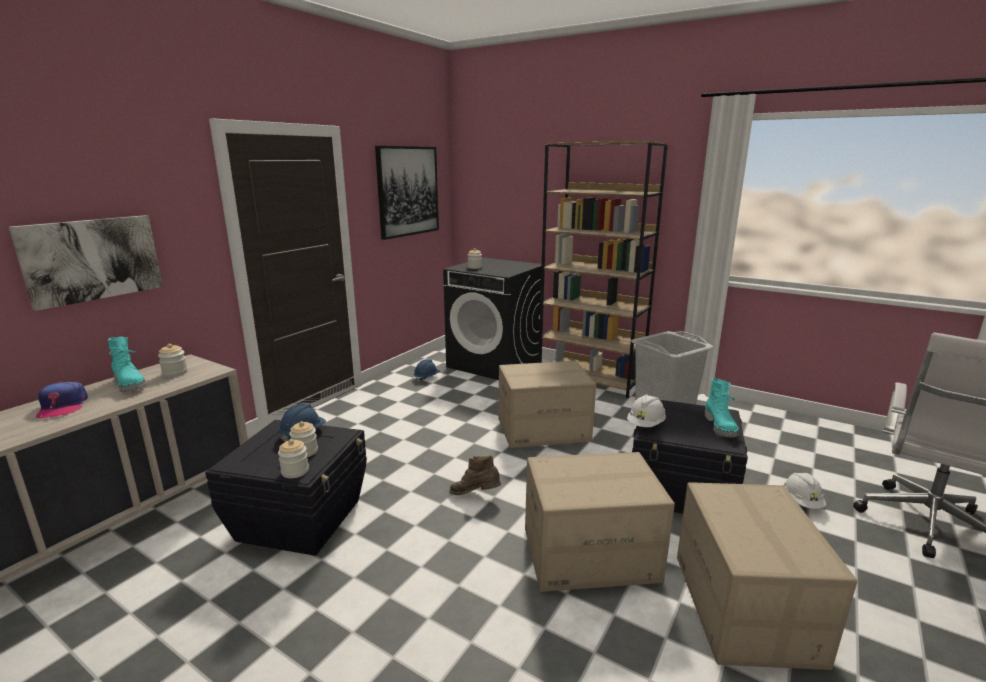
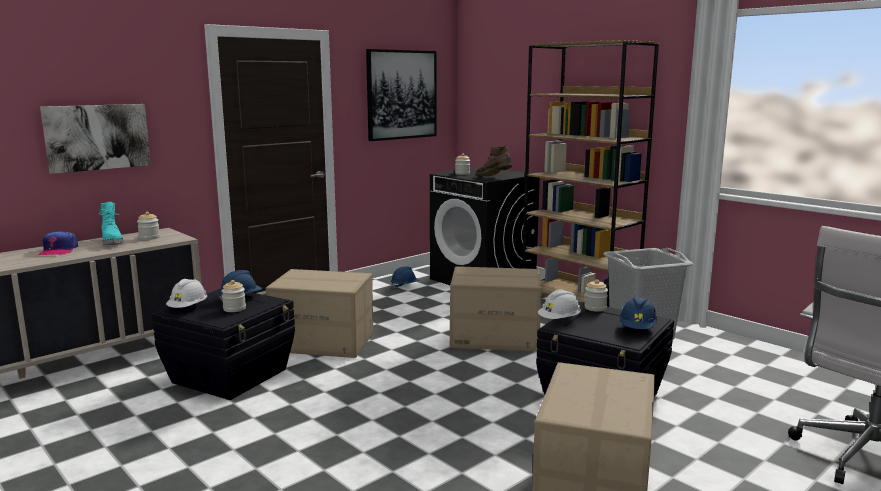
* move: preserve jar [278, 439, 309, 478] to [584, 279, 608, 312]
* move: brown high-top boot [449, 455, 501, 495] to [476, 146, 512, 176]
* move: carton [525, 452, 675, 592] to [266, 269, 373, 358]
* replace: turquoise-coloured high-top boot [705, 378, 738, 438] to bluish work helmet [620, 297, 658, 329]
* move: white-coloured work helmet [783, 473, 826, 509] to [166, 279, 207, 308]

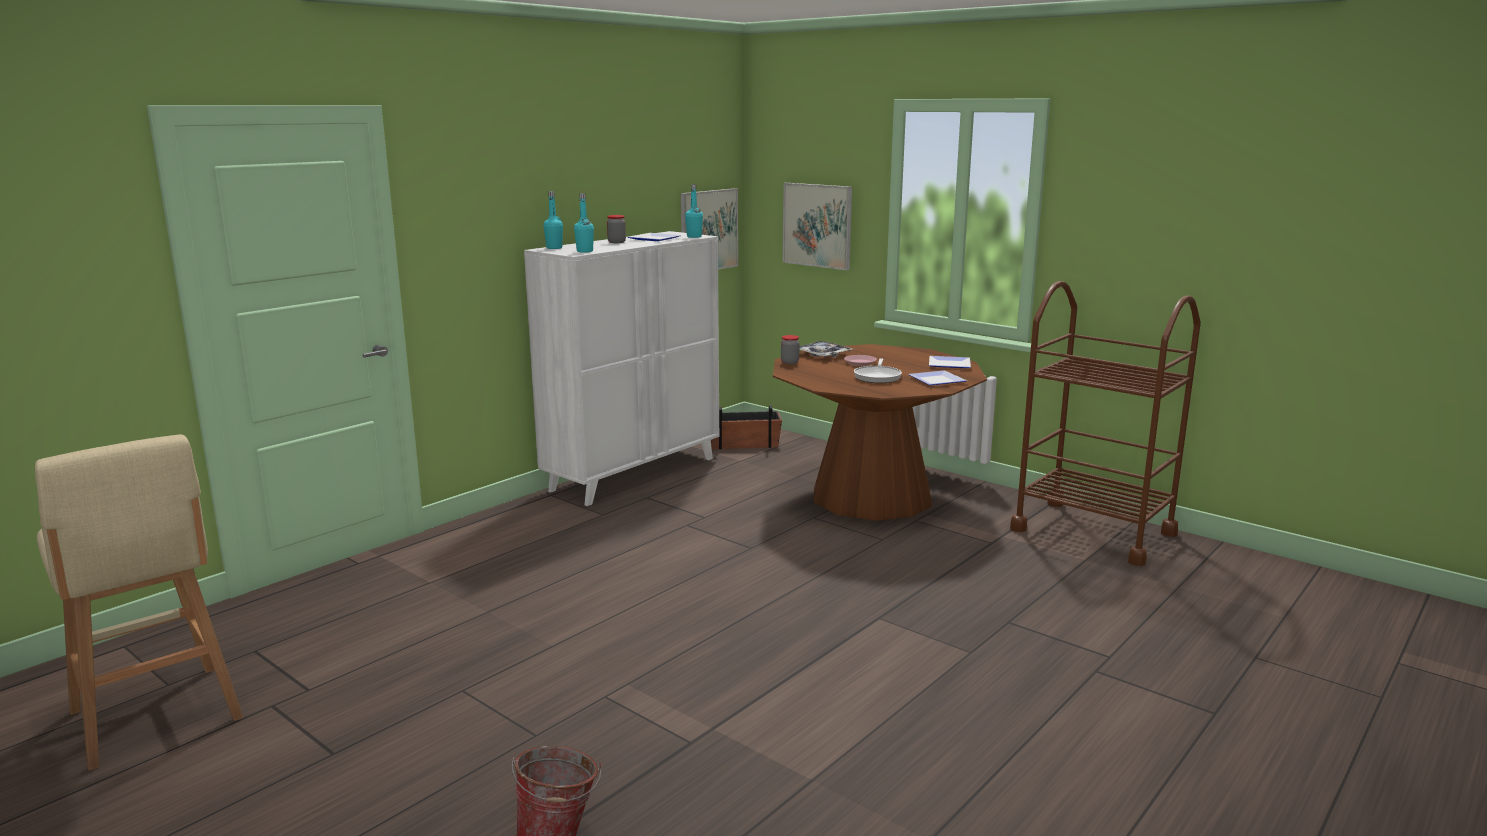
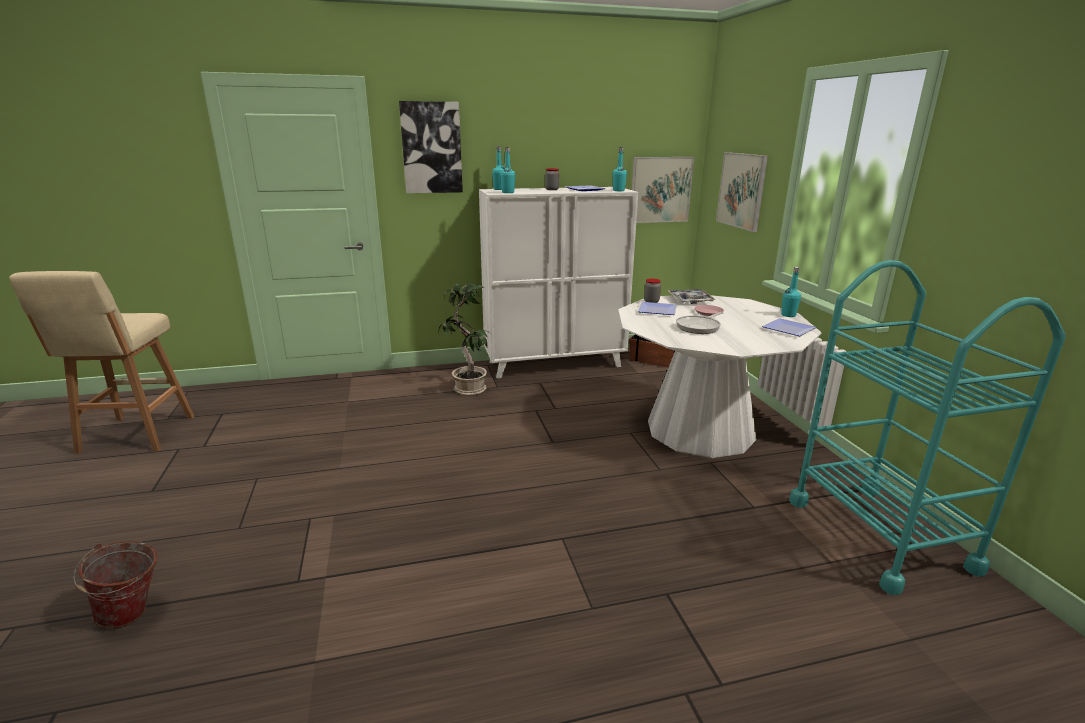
* recolor: brown kitchen table [773, 344, 987, 521] to white-coloured kitchen table [618, 295, 822, 458]
* move: flat dish [908, 370, 967, 385] to [638, 302, 677, 315]
* recolor: brown wheeled cart [1010, 281, 1201, 566] to turquoise-coloured wheeled cart [789, 260, 1066, 595]
* insert: wall picture [399, 101, 463, 193]
* insert: plant in a pot [438, 284, 493, 395]
* insert: turquoise-coloured bottle [781, 267, 801, 317]

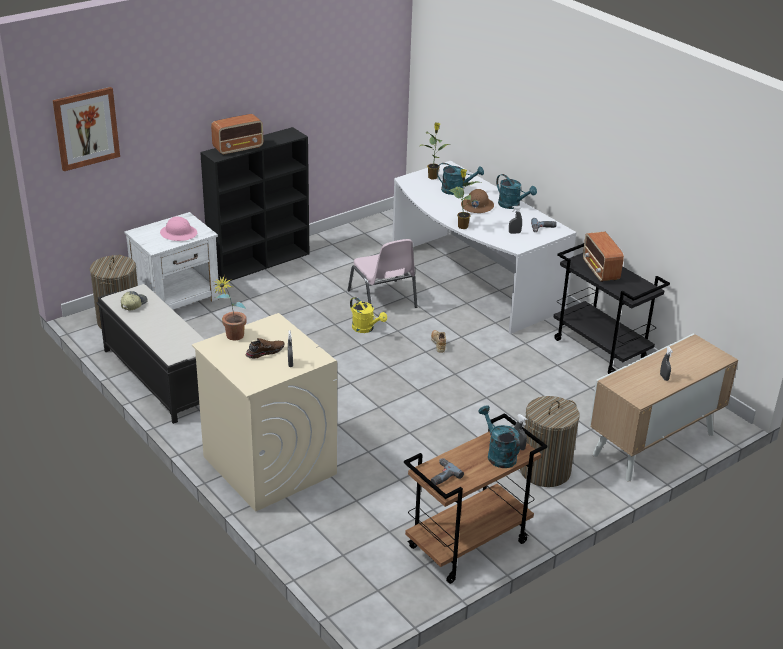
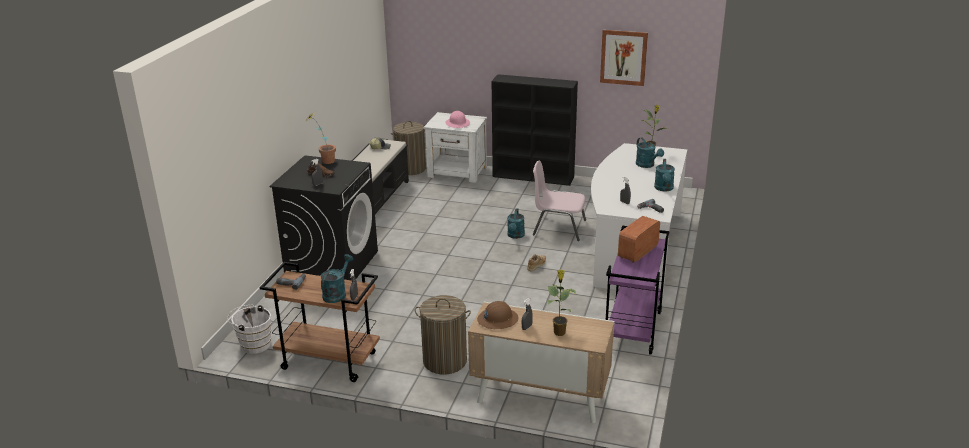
* move: wall picture [53, 87, 120, 171] to [600, 30, 648, 86]
* recolor: beige washing machine [192, 313, 337, 512] to black-coloured washing machine [270, 155, 378, 280]
* delete: radio set [211, 114, 263, 155]
* rotate: pinkish plain chair [348, 239, 418, 308] = [533, 160, 586, 241] 75 degrees clockwise
* recolor: yellow-coloured watering pot [350, 297, 387, 333] to turquoise-coloured watering pot [507, 209, 525, 239]
* move: plant in a pot [448, 169, 481, 229] to [547, 270, 576, 336]
* move: brown work helmet [461, 189, 494, 213] to [477, 301, 519, 329]
* recolor: black-coloured wheeled cart [553, 243, 670, 374] to purple wheeled cart [606, 226, 669, 355]
* insert: white-coloured pail [227, 305, 272, 354]

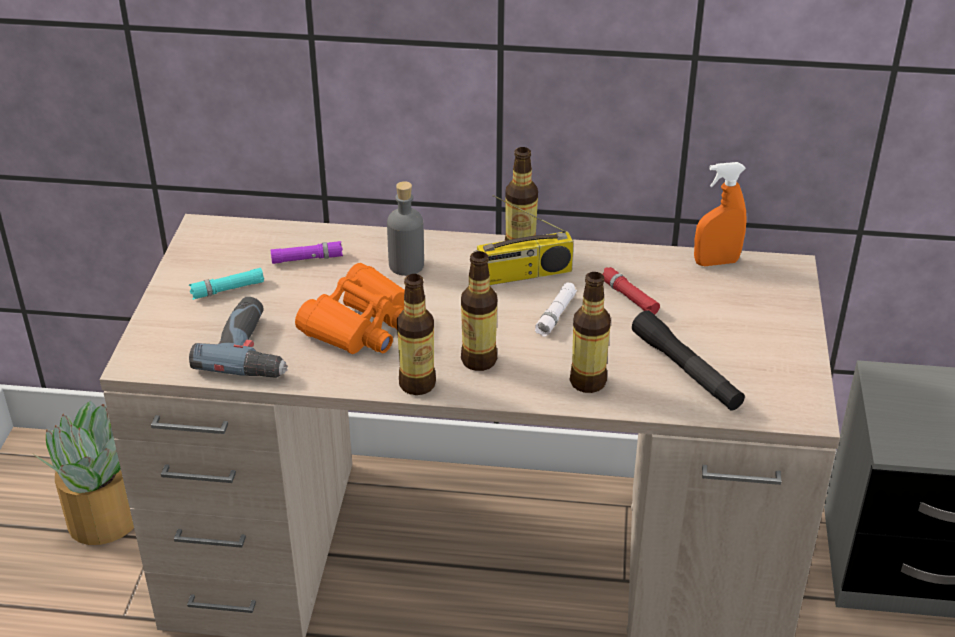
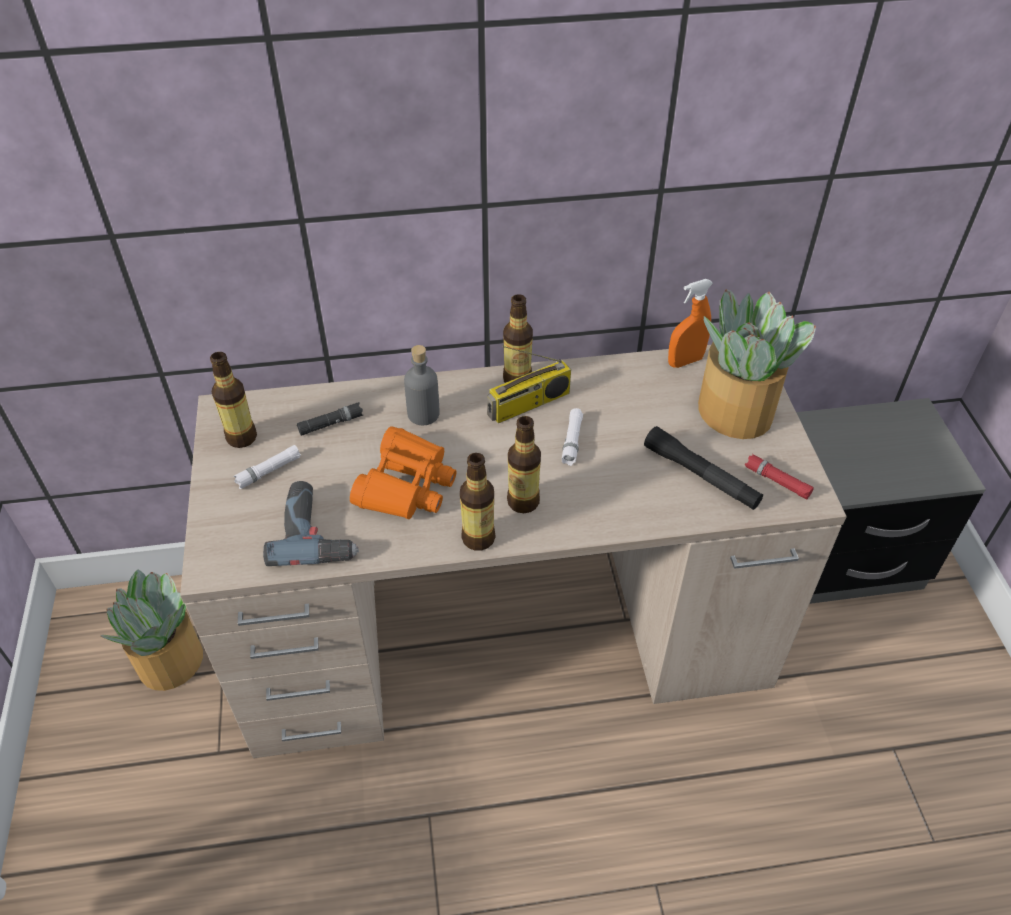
* recolor: turquoise-coloured torch [189, 268, 264, 300] to white-coloured torch [233, 445, 301, 489]
* recolor: purple torch [271, 241, 343, 264] to black-coloured torch [297, 402, 363, 436]
* move: bottle [570, 272, 611, 393] to [210, 352, 257, 448]
* move: red-coloured torch [603, 267, 660, 315] to [745, 454, 814, 499]
* insert: plant in a pot [698, 289, 816, 439]

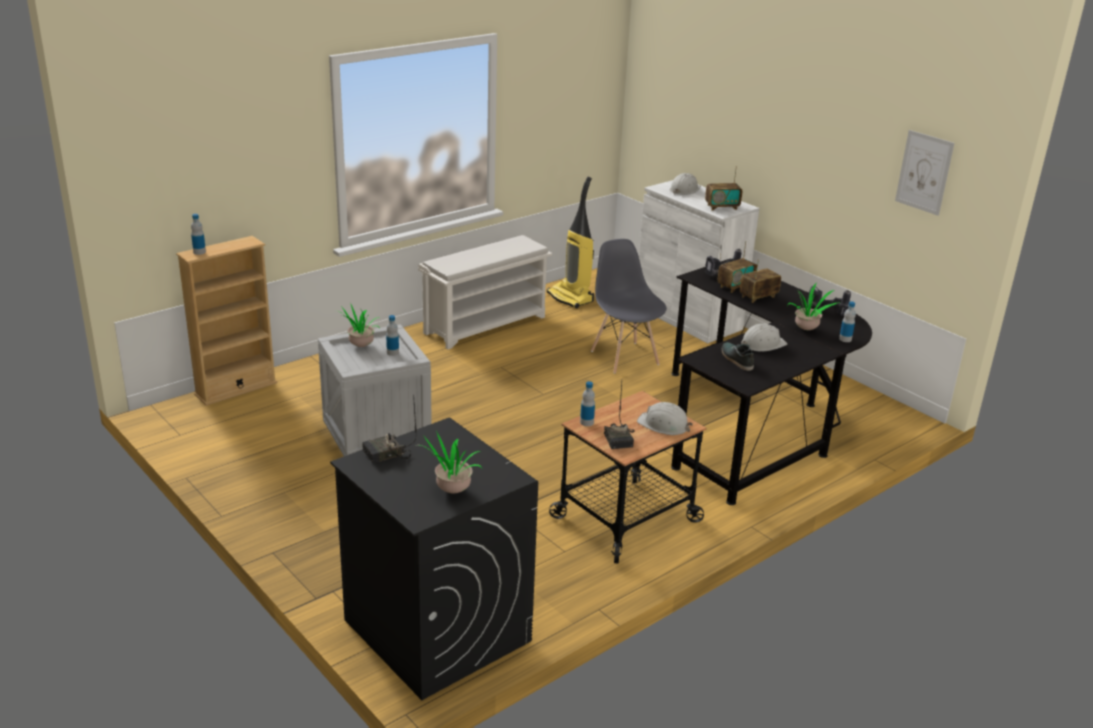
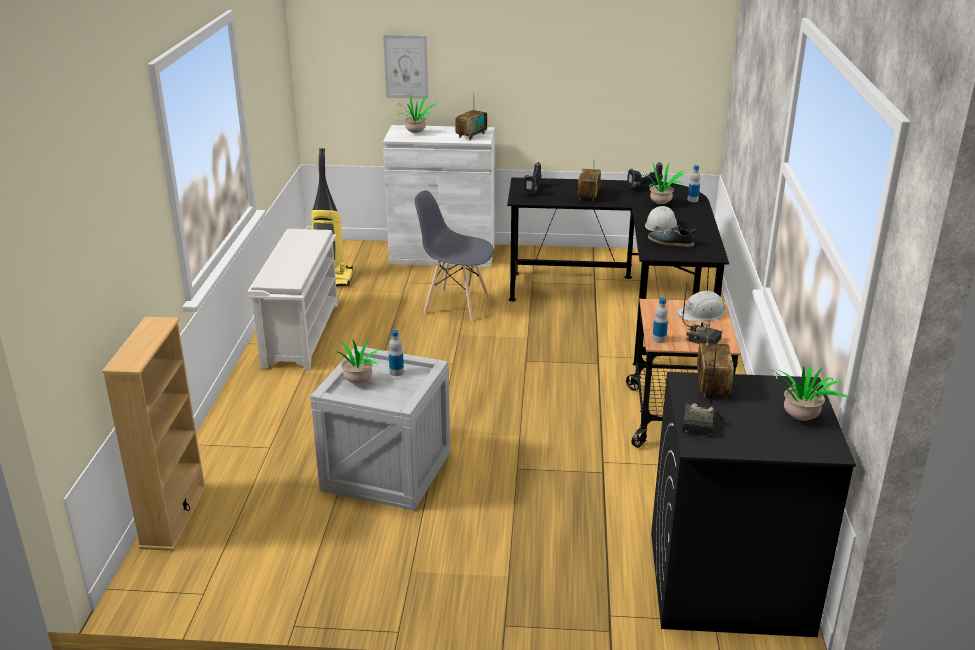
* delete: bottle [191, 214, 206, 255]
* replace: white-coloured work helmet [670, 173, 701, 195] to plant in a pot [398, 95, 438, 133]
* move: radio set [718, 241, 757, 293] to [697, 318, 734, 399]
* move: wall picture [895, 130, 954, 216] to [383, 35, 428, 99]

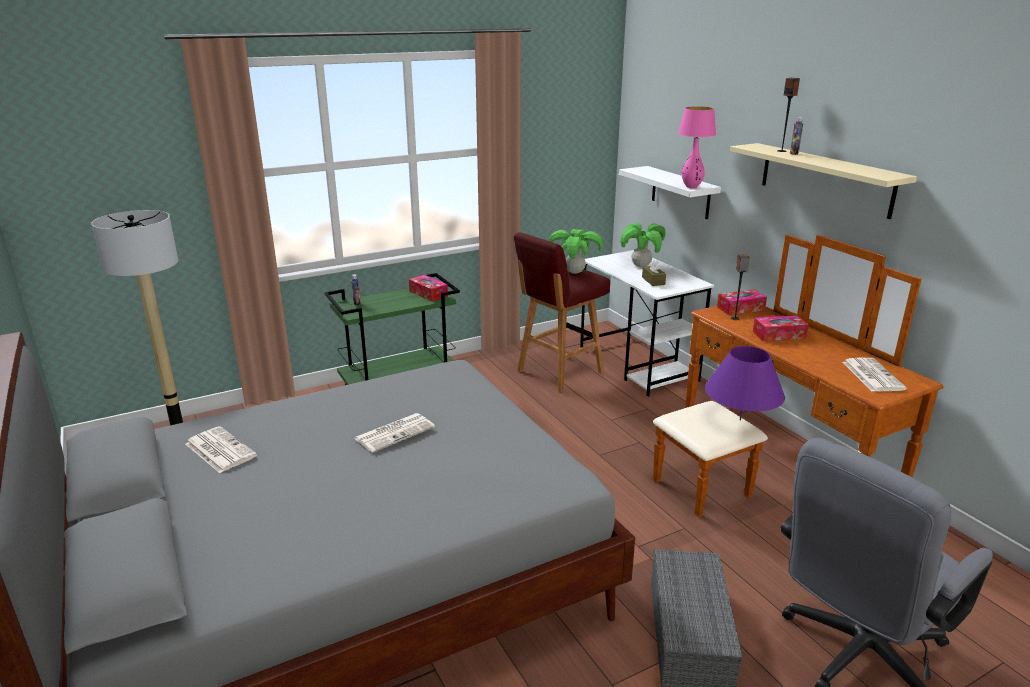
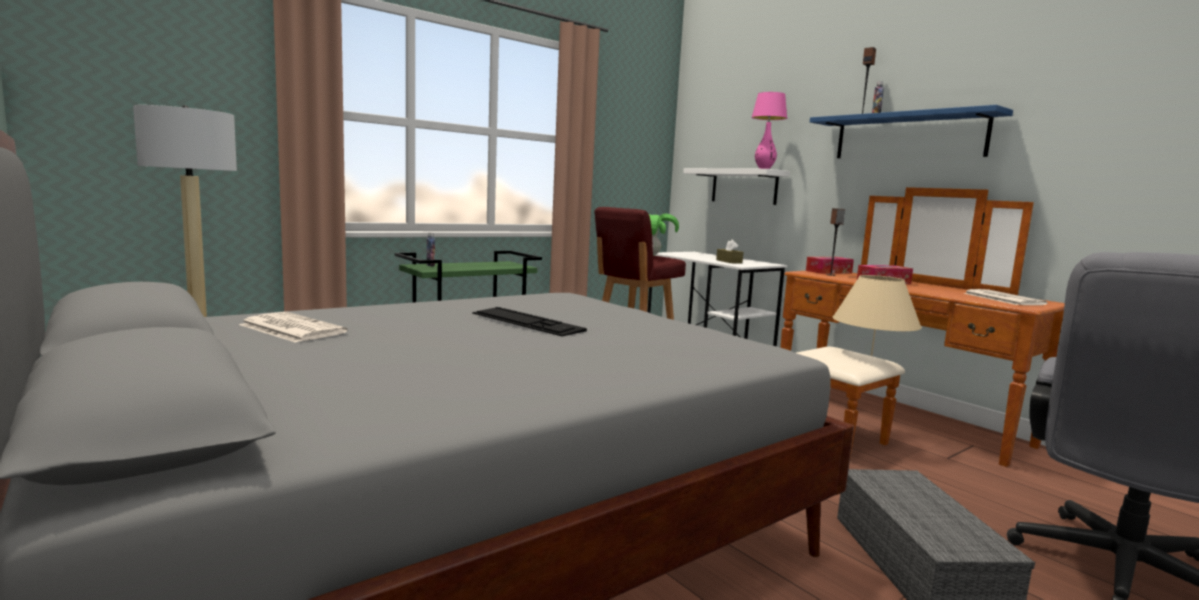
* replace: printed paper [354, 413, 435, 453] to keyboard [472, 307, 587, 336]
* delete: tissue holder [409, 275, 448, 301]
* delete: plant in a pot [620, 223, 666, 267]
* recolor: purple table lamp [705, 346, 785, 420] to beige table lamp [832, 275, 922, 356]
* recolor: beige bracket shelf [730, 143, 917, 219] to bluish bracket shelf [810, 105, 1013, 158]

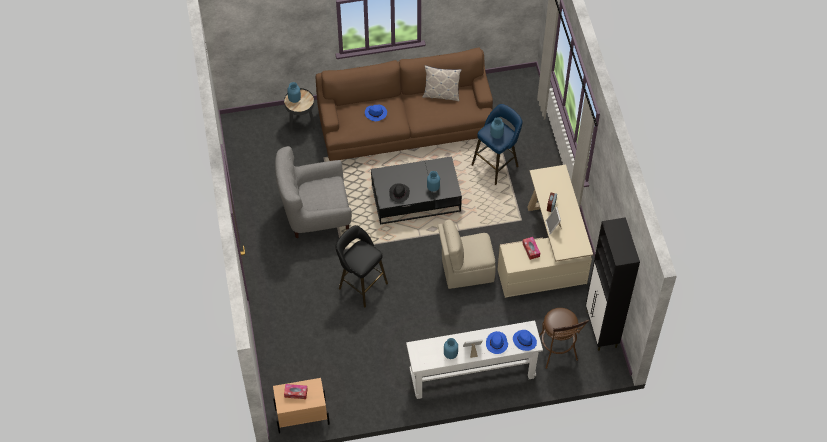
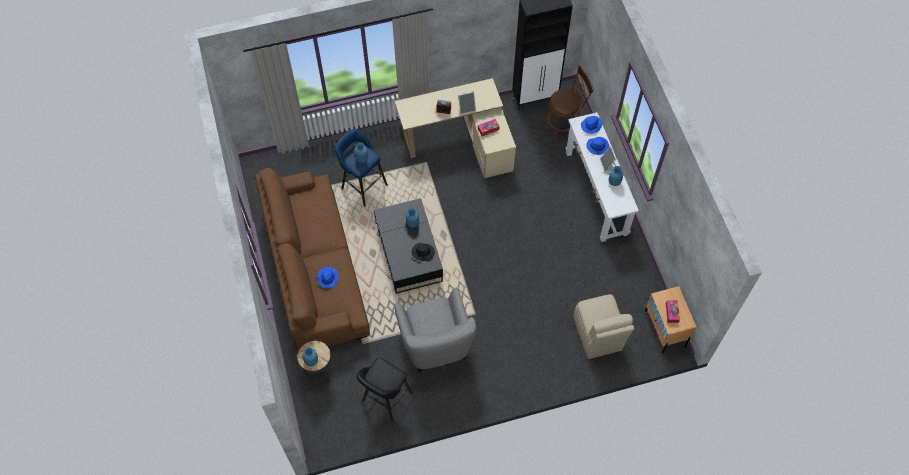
* move: black-coloured sitting stool [335, 225, 388, 308] to [357, 358, 413, 421]
* delete: cushion [422, 65, 462, 102]
* move: beige plain chair [438, 220, 496, 289] to [573, 294, 634, 359]

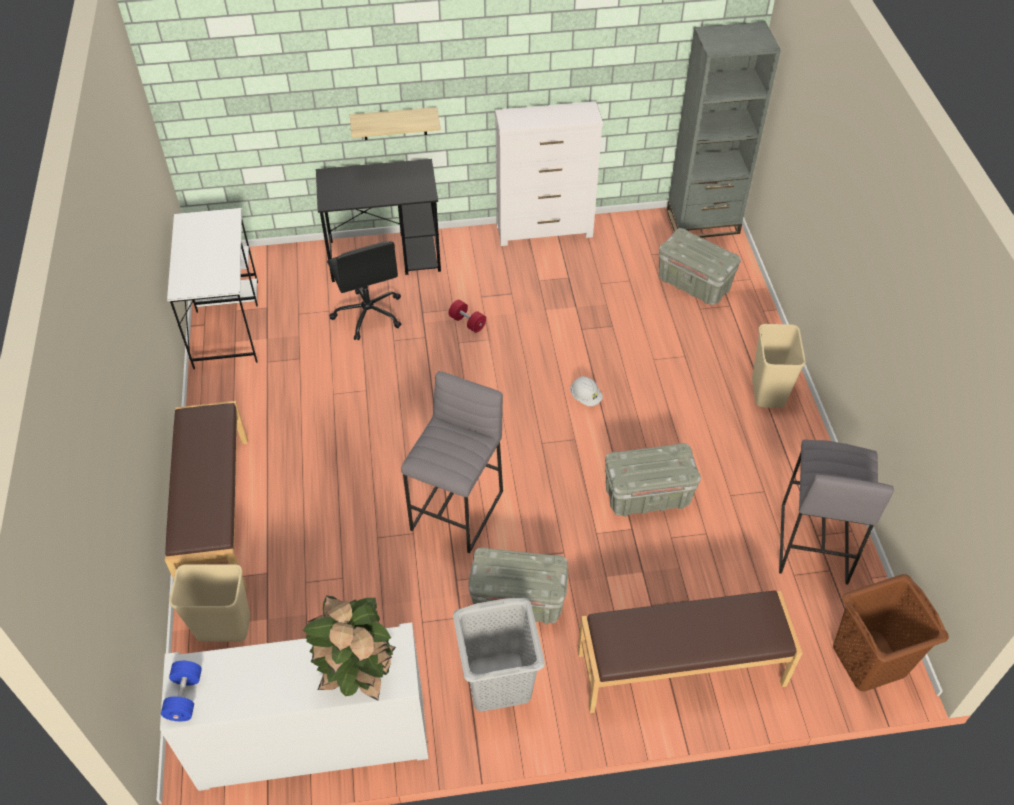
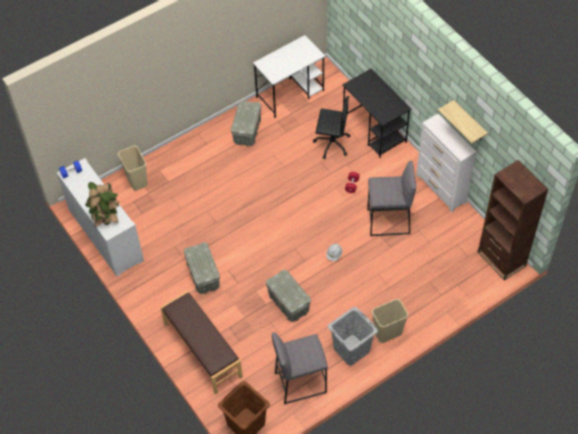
* delete: brown indoor bench [165, 401, 248, 589]
* rotate: black-coloured desk chair [327, 241, 401, 340] = [313, 96, 351, 159] 120 degrees counterclockwise
* move: bracket shelf [350, 107, 441, 140] to [438, 100, 488, 144]
* move: greyish sitting stool [401, 371, 503, 553] to [367, 161, 416, 236]
* move: greyish laundry basket [453, 598, 545, 712] to [328, 307, 378, 366]
* move: greyish storage bin [659, 228, 741, 305] to [231, 100, 261, 146]
* recolor: greyish bookshelf [667, 21, 781, 238] to brown bookshelf [478, 160, 548, 281]

